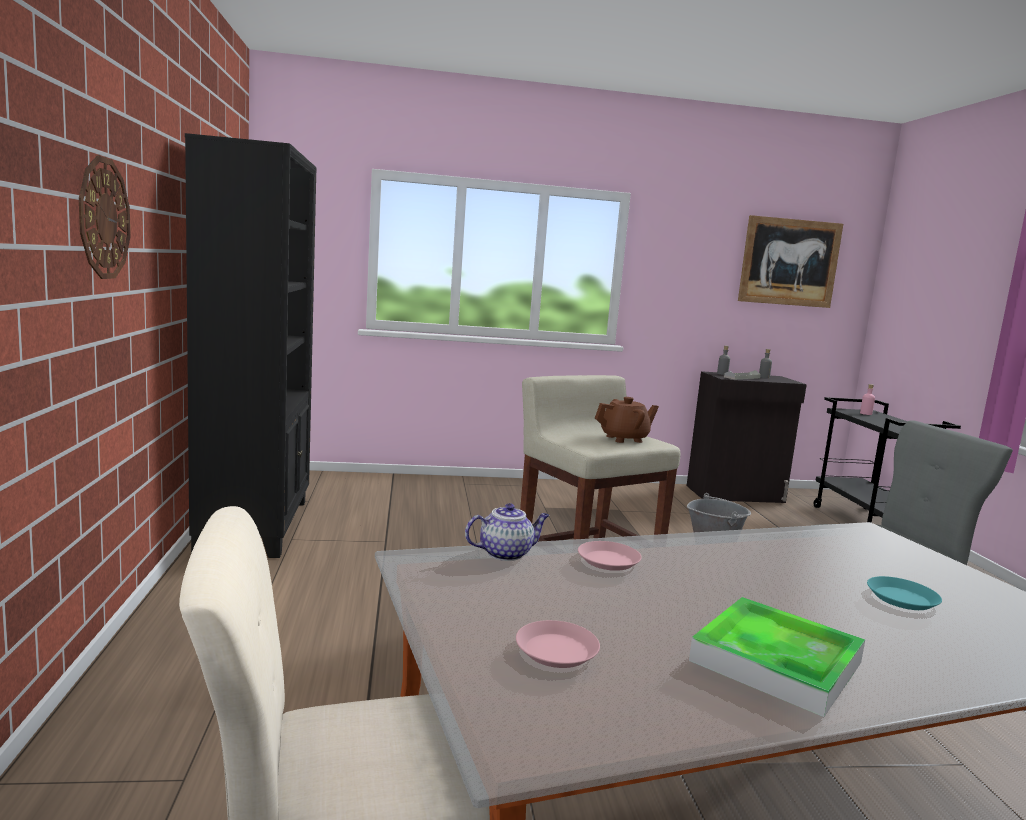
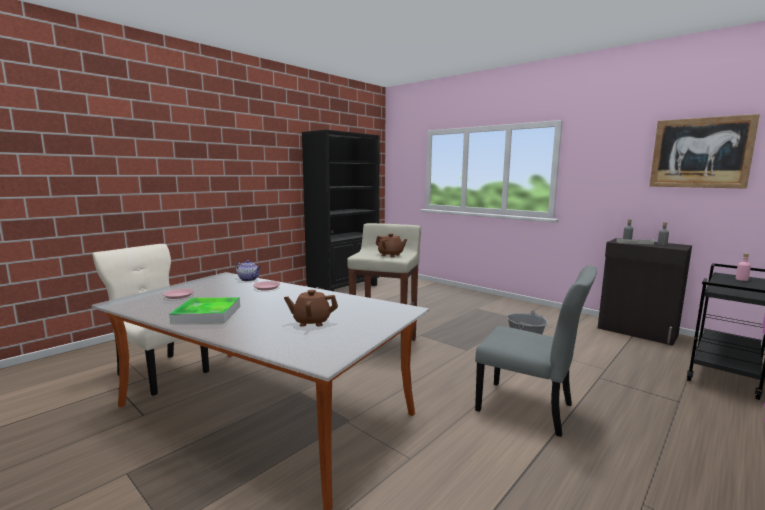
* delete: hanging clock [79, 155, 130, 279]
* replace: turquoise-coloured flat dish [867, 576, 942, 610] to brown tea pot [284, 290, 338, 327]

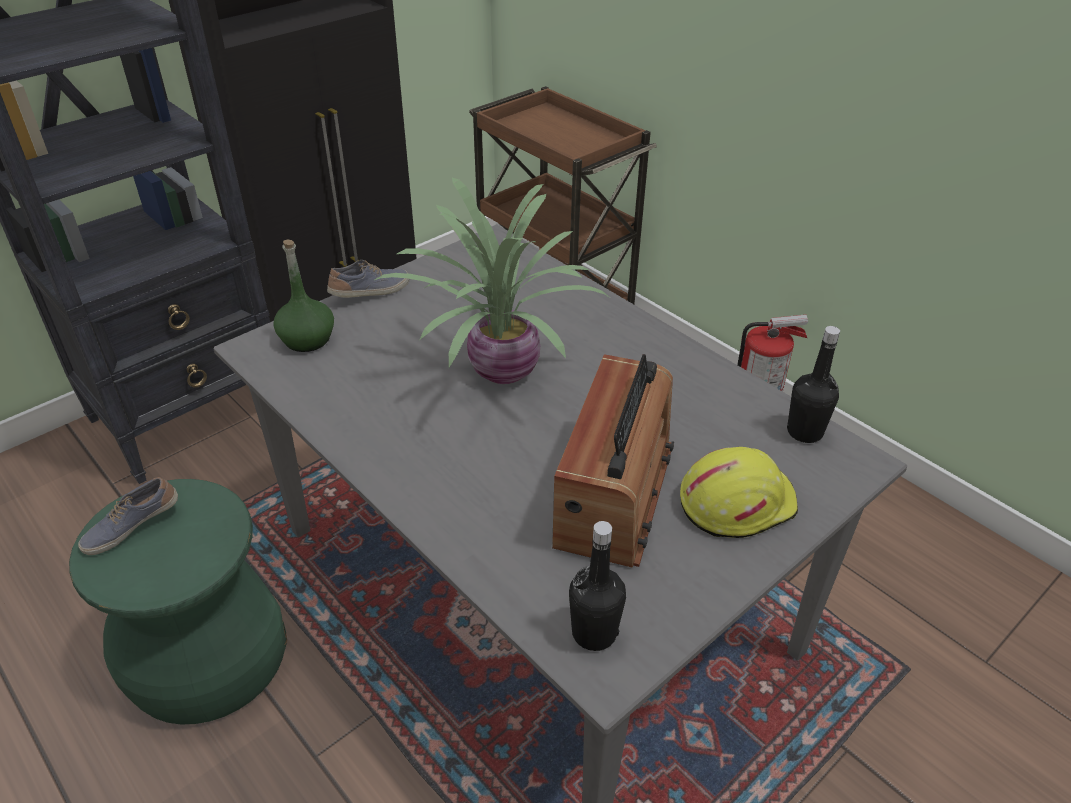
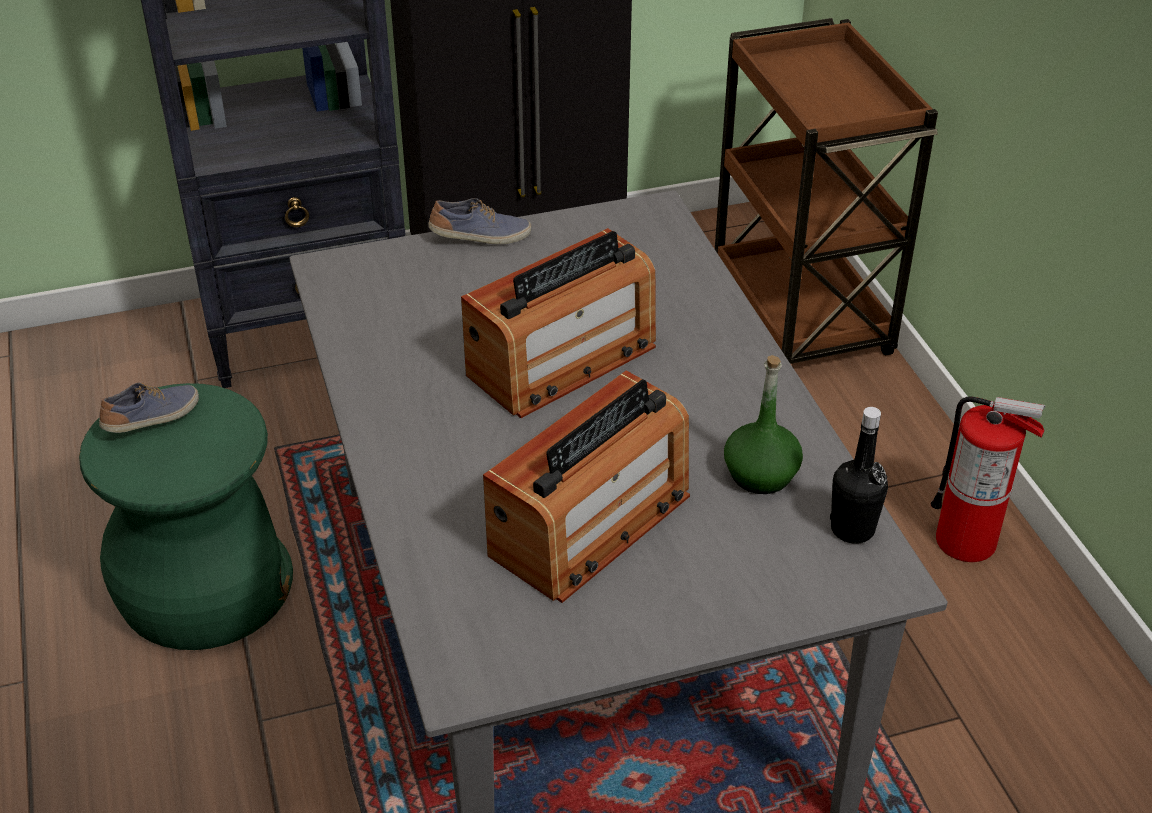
* rotate: low shoe [78, 477, 178, 555] = [99, 383, 199, 433] 150 degrees clockwise
* move: greenish bottle [273, 239, 334, 352] to [724, 355, 803, 494]
* replace: plant in a pot [375, 178, 609, 384] to radio set [461, 228, 656, 418]
* delete: black-coloured bottle [569, 521, 626, 651]
* delete: yellow-coloured work helmet [680, 447, 798, 538]

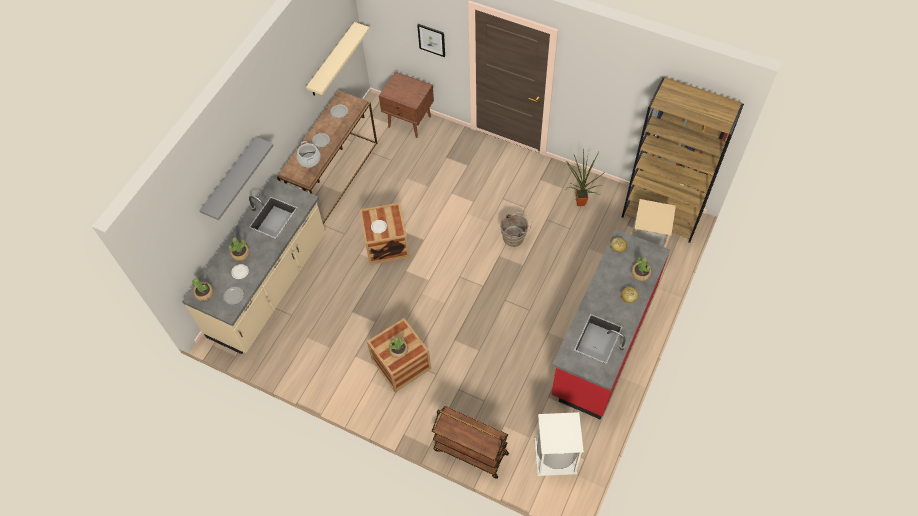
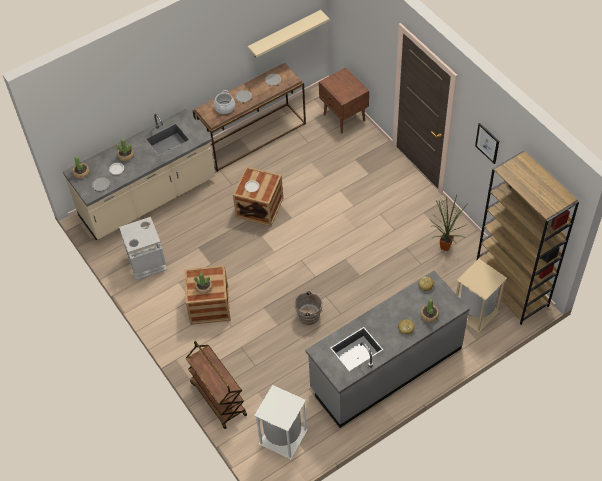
* delete: greyish bracket shelf [199, 137, 274, 220]
* move: wall picture [417, 24, 445, 57] to [475, 123, 499, 164]
* move: brown pail [500, 212, 532, 247] to [294, 291, 326, 325]
* recolor: red-coloured counter [552, 229, 670, 420] to greyish counter [305, 271, 470, 428]
* insert: greyish rubbish bin [119, 217, 167, 281]

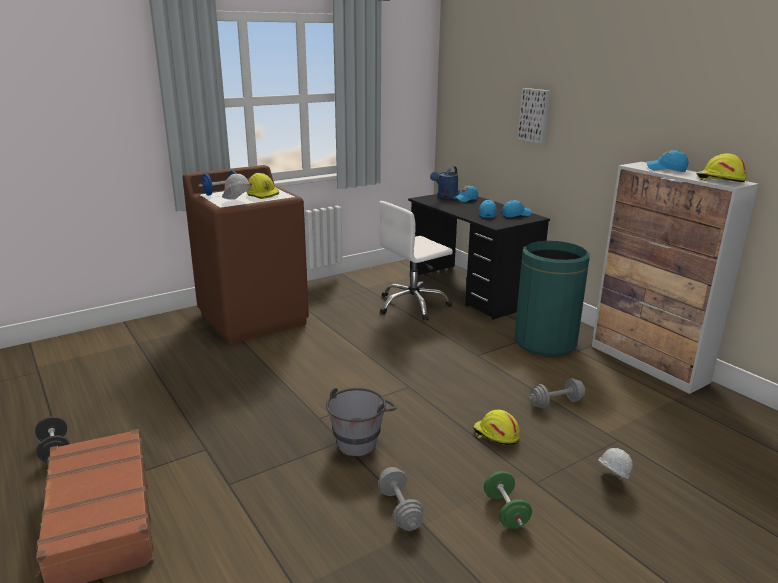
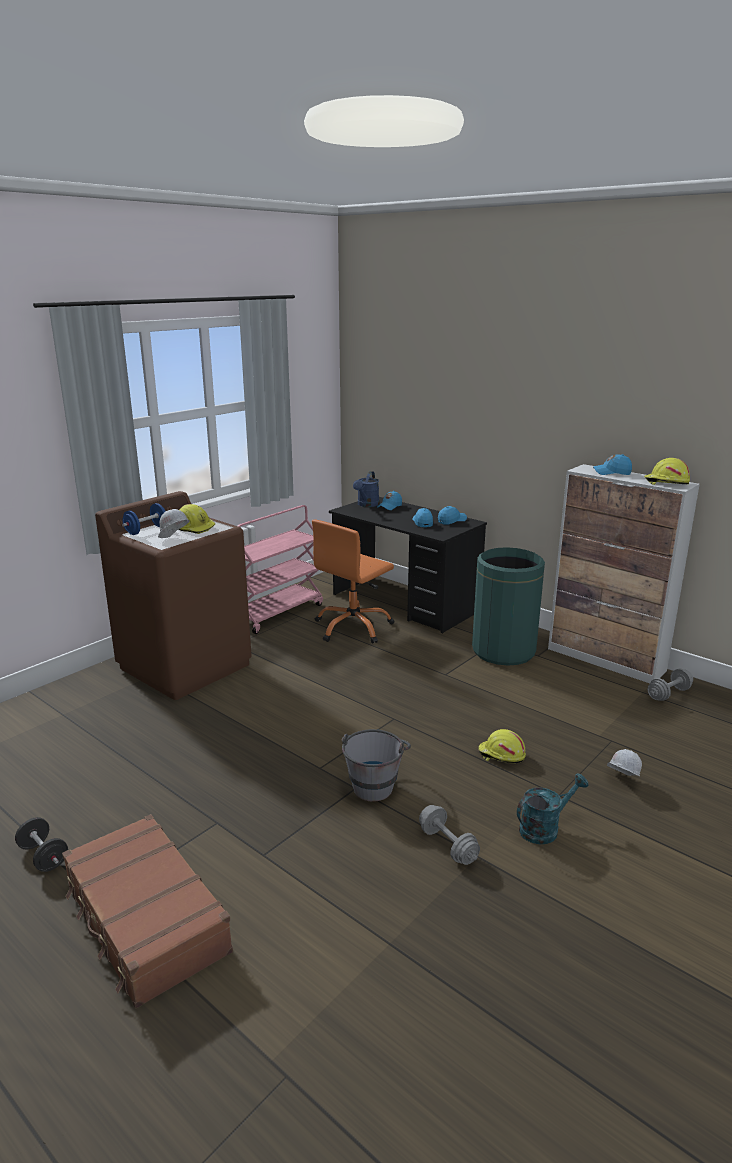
* recolor: white-coloured desk chair [379, 201, 453, 321] to orangey desk chair [312, 519, 395, 644]
* replace: greenish hand weight [484, 471, 532, 529] to turquoise-coloured watering pot [517, 773, 589, 844]
* delete: wall picture [518, 88, 551, 144]
* move: greyish hand weight [529, 378, 585, 408] to [648, 669, 693, 701]
* insert: pinkish wheeled cart [238, 505, 323, 634]

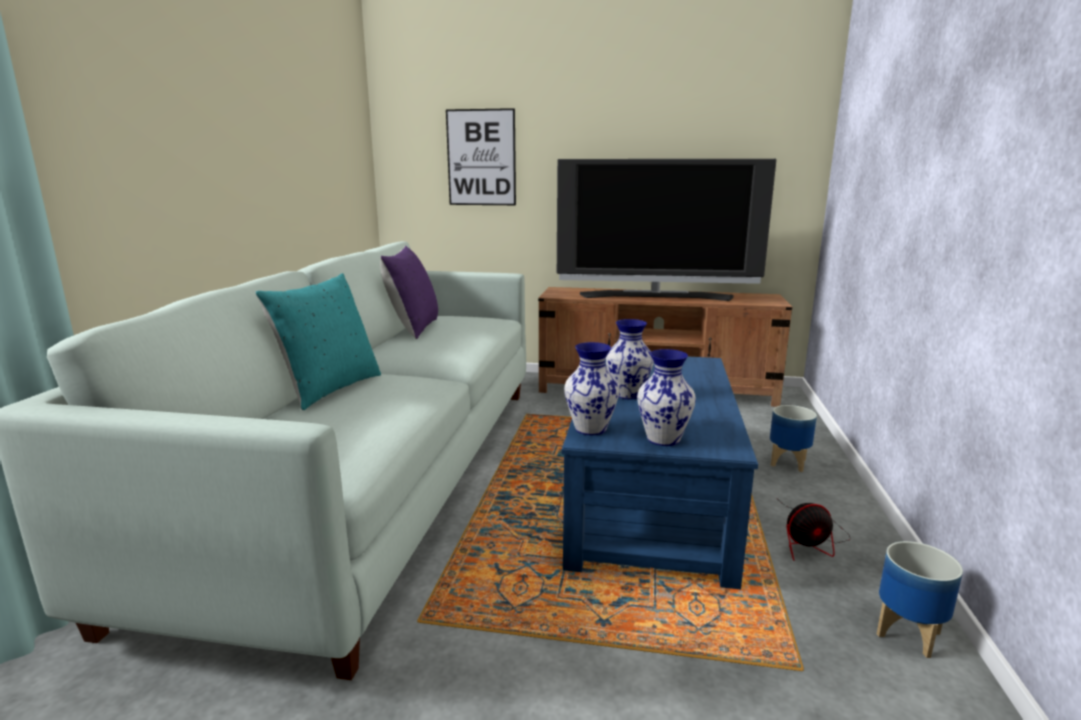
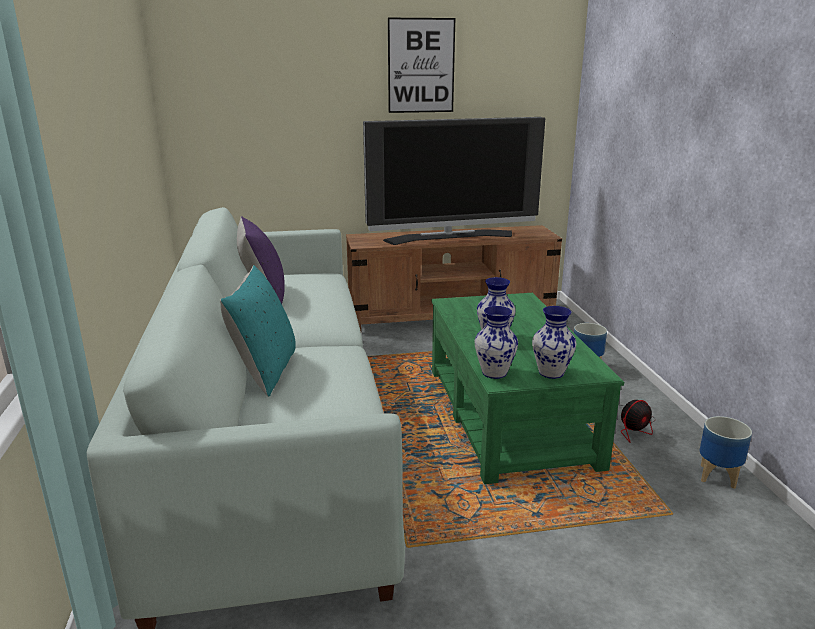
* move: wall picture [446, 108, 516, 205] to [388, 18, 455, 113]
* recolor: bluish low table [562, 357, 758, 589] to greenish low table [431, 293, 624, 484]

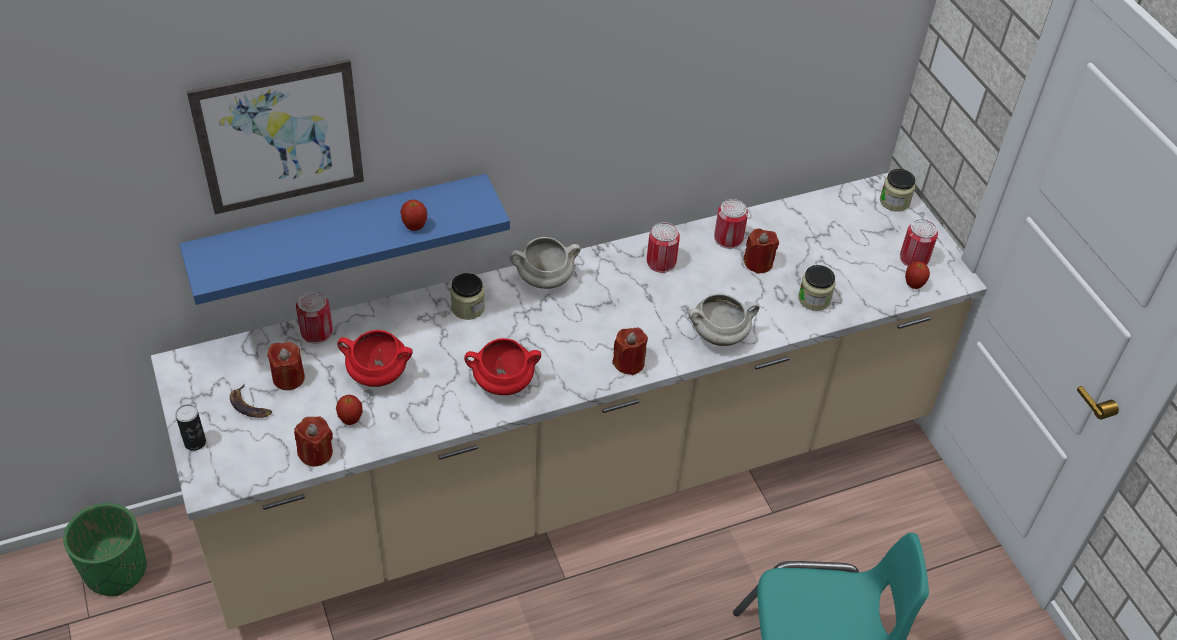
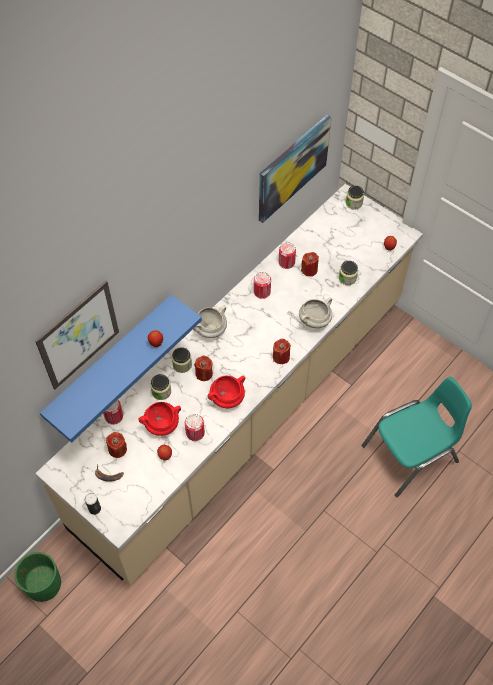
* move: red-coloured wax candle [294, 416, 333, 466] to [194, 356, 213, 381]
* move: sealed can [900, 219, 938, 267] to [185, 414, 205, 441]
* insert: preserve jar [150, 374, 171, 400]
* insert: wall picture [259, 115, 332, 223]

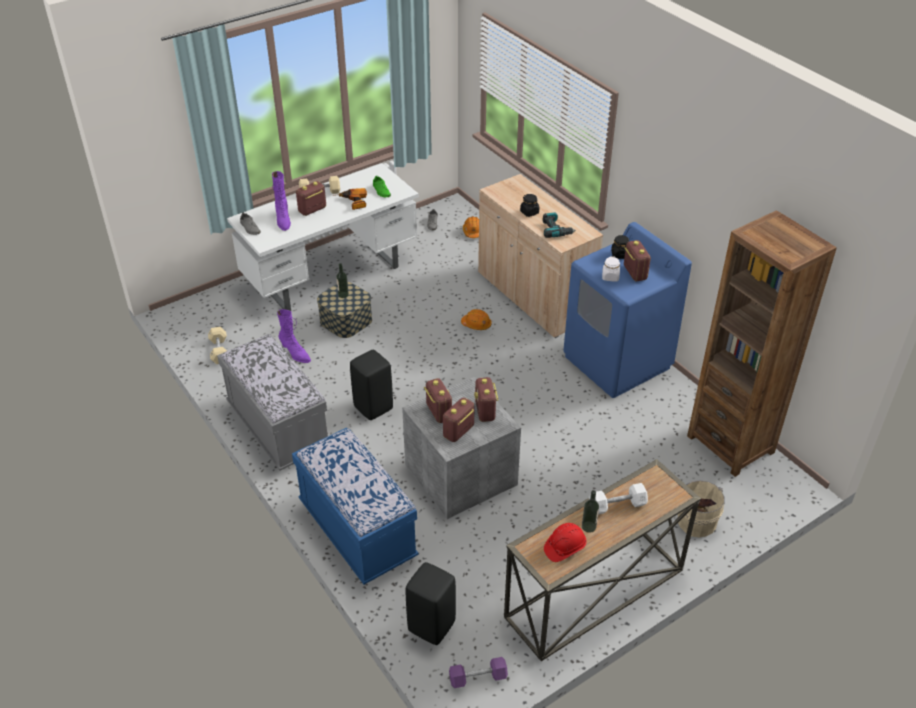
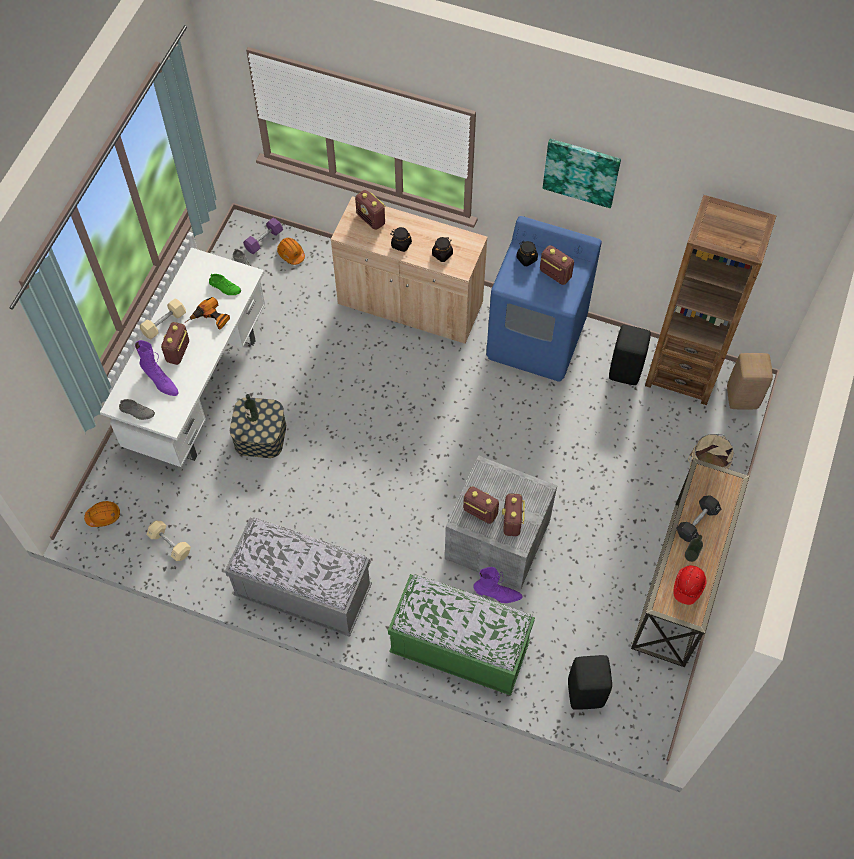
* move: purple high-top boot [277, 309, 311, 363] to [473, 567, 523, 603]
* recolor: bluish indoor bench [292, 428, 419, 585] to greenish indoor bench [388, 574, 535, 696]
* move: black-coloured sitting stool [350, 350, 393, 420] to [609, 325, 651, 385]
* move: purple hand weight [449, 657, 508, 688] to [243, 218, 283, 254]
* move: orangey work helmet [461, 309, 492, 330] to [84, 501, 120, 527]
* move: radio set [474, 377, 498, 422] to [355, 190, 385, 230]
* replace: power drill [543, 212, 576, 238] to black-coloured preserve jar [432, 237, 453, 262]
* recolor: white-coloured hand weight [589, 483, 648, 514] to black-coloured hand weight [676, 495, 721, 542]
* delete: white-coloured preserve jar [602, 256, 620, 281]
* insert: wall picture [543, 139, 621, 208]
* insert: beige sitting stool [727, 353, 773, 410]

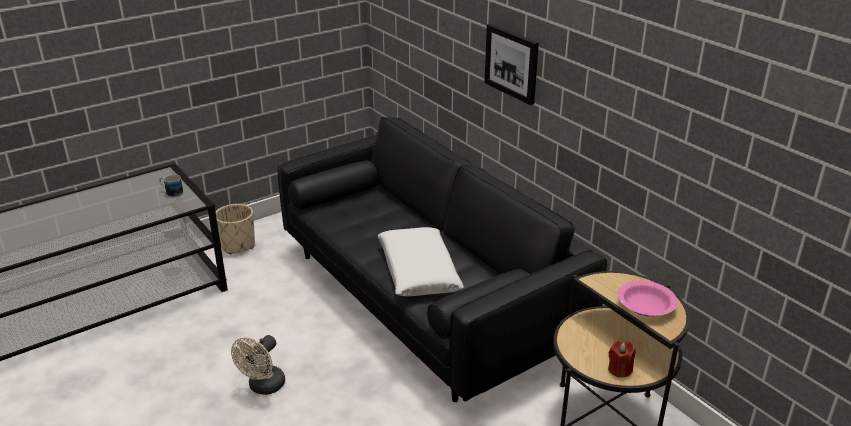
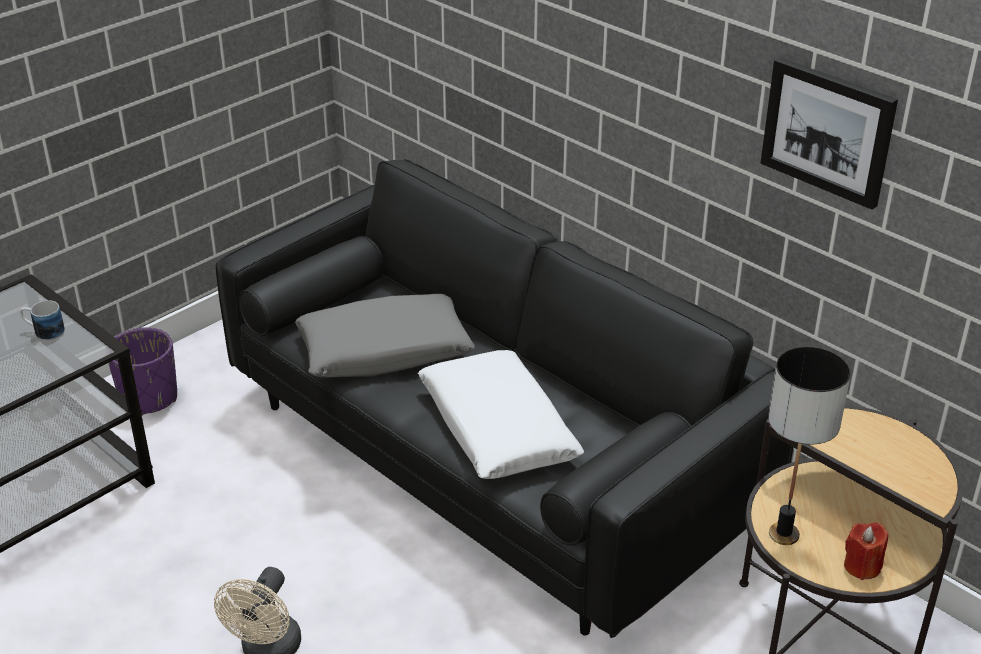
* recolor: beige plant pot [216, 204, 255, 254] to purple plant pot [109, 327, 177, 415]
* move: wall picture [484, 24, 539, 105] to [761, 57, 898, 210]
* delete: pinkish serving bowl [618, 281, 678, 317]
* insert: greyish cushion [295, 294, 475, 377]
* insert: table lamp [768, 347, 851, 545]

